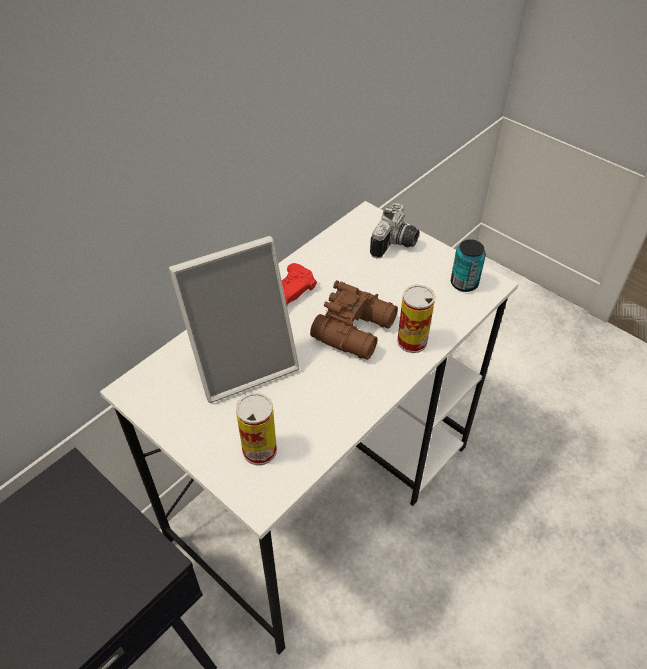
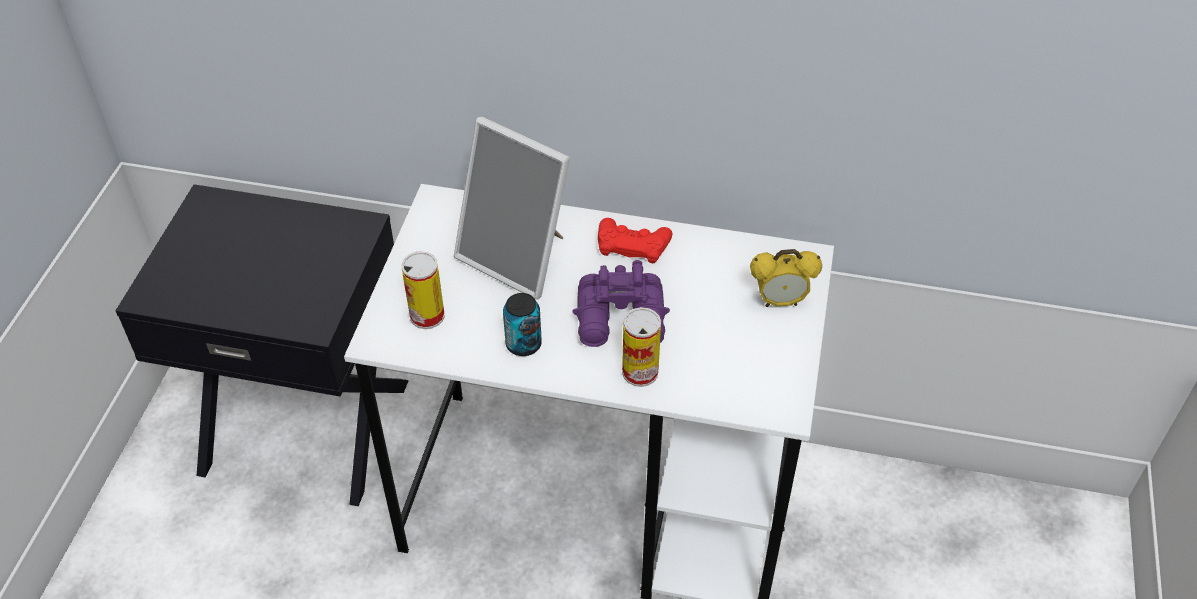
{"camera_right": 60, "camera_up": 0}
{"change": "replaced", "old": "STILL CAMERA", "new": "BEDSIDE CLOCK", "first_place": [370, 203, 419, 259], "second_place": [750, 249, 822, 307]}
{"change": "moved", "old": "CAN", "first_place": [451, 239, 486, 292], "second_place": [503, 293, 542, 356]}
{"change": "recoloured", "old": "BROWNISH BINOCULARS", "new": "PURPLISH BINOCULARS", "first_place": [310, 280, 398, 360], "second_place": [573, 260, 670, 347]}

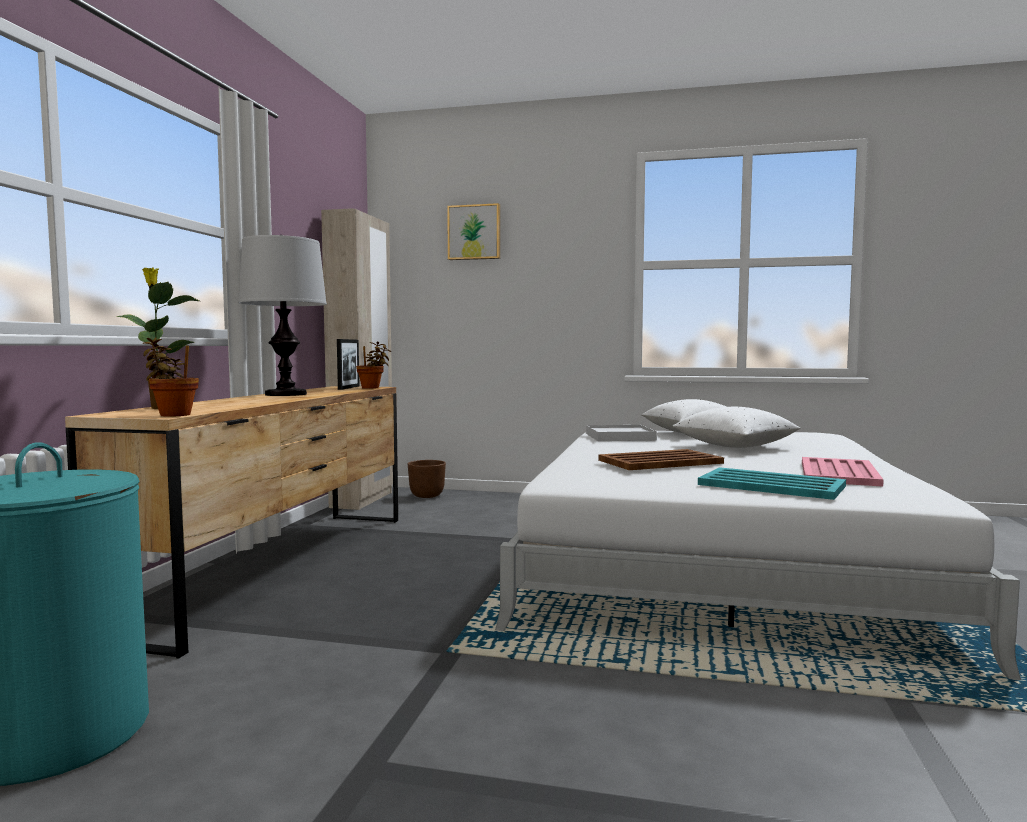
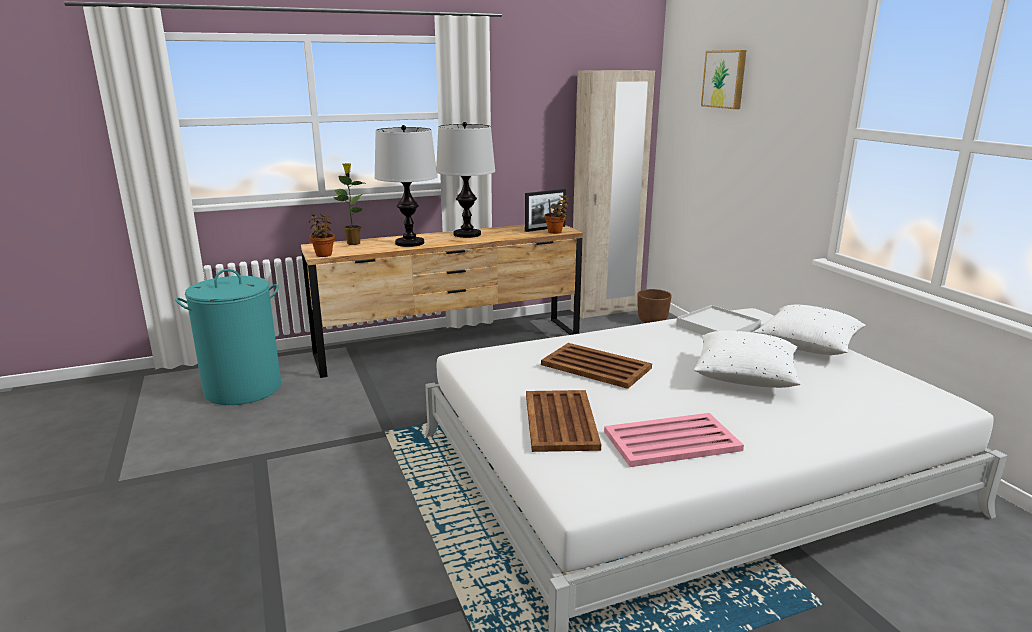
{"camera_right": 55, "camera_up": 15}
{"change": "recoloured", "old": "TURQUOISE CARRYING TRAY", "new": "BROWNISH CARRYING TRAY", "first_place": [698, 467, 846, 500], "second_place": [526, 390, 601, 452]}
{"change": "added", "new": "TABLETOP LAMP", "second_place": [374, 125, 438, 247]}

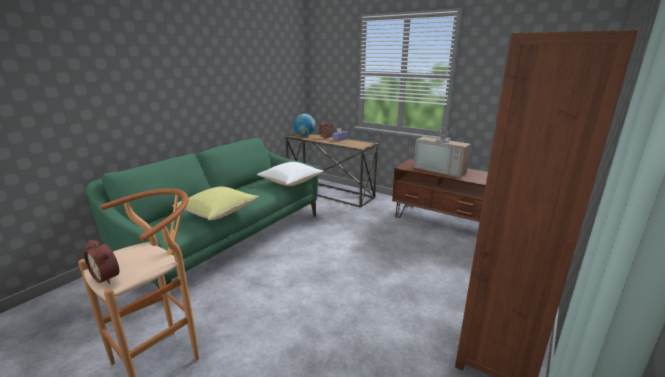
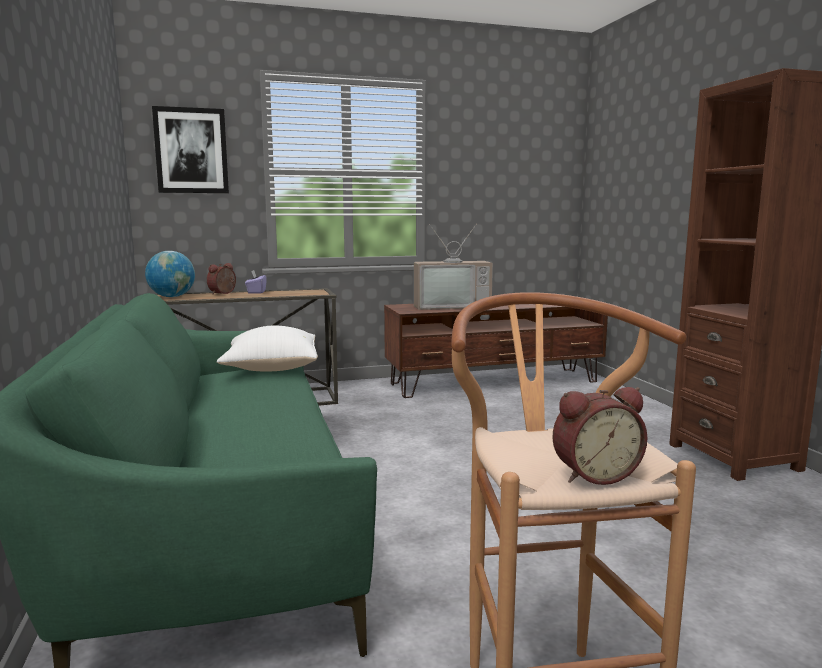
{"camera_right": -50, "camera_up": -10}
{"change": "removed", "old": "YELLOW-COLOURED THROW PILLOW", "first_place": [173, 187, 259, 220]}
{"change": "added", "new": "WALL PICTURE", "second_place": [152, 106, 229, 193]}

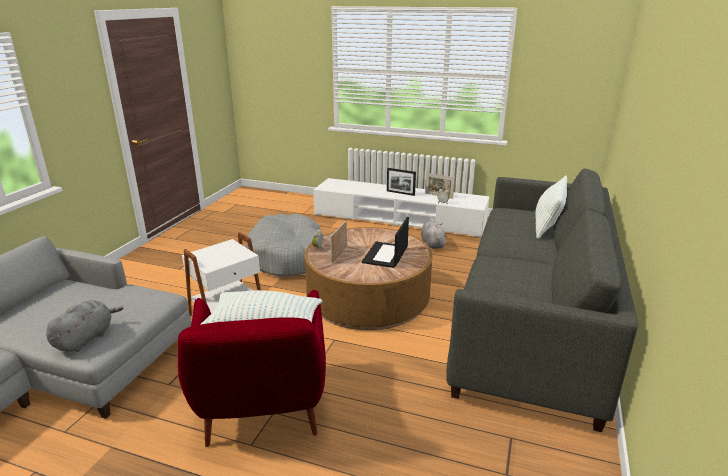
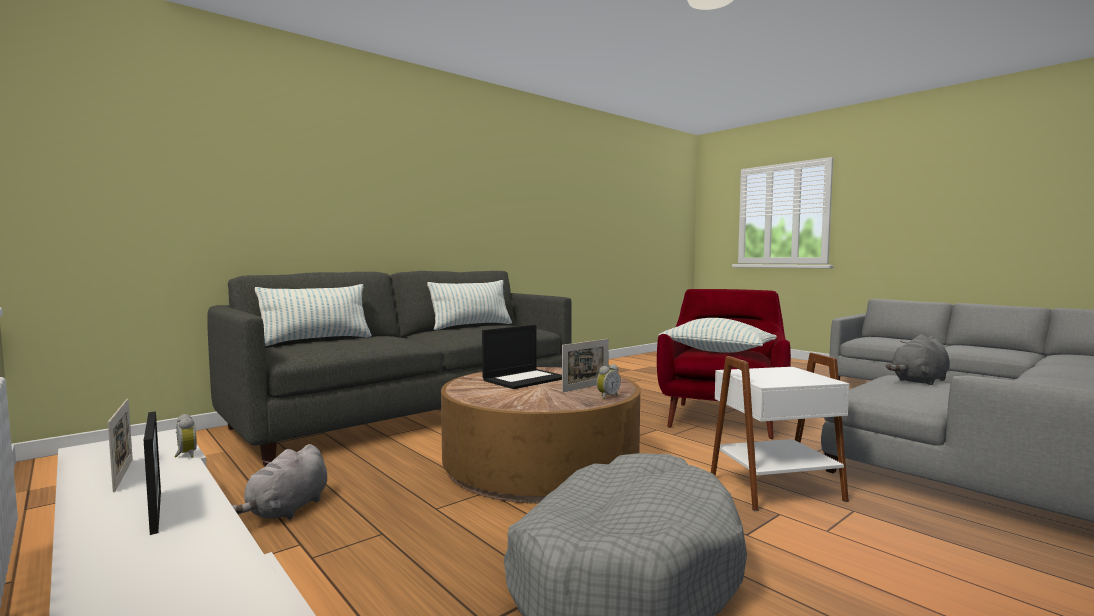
{"camera_right": -150, "camera_up": -20}
{"change": "added", "new": "THROW PILLOW", "second_place": [427, 280, 512, 330]}

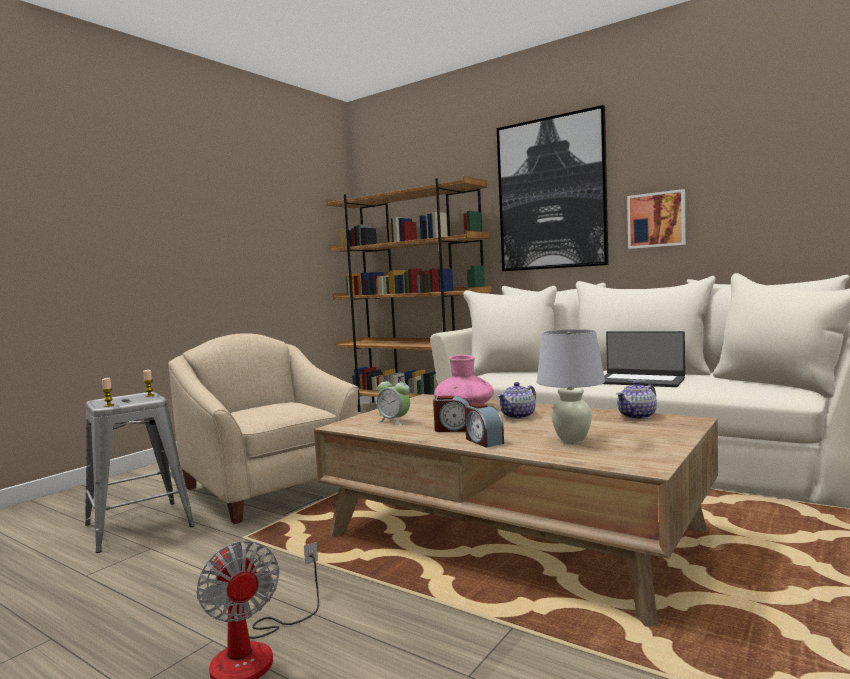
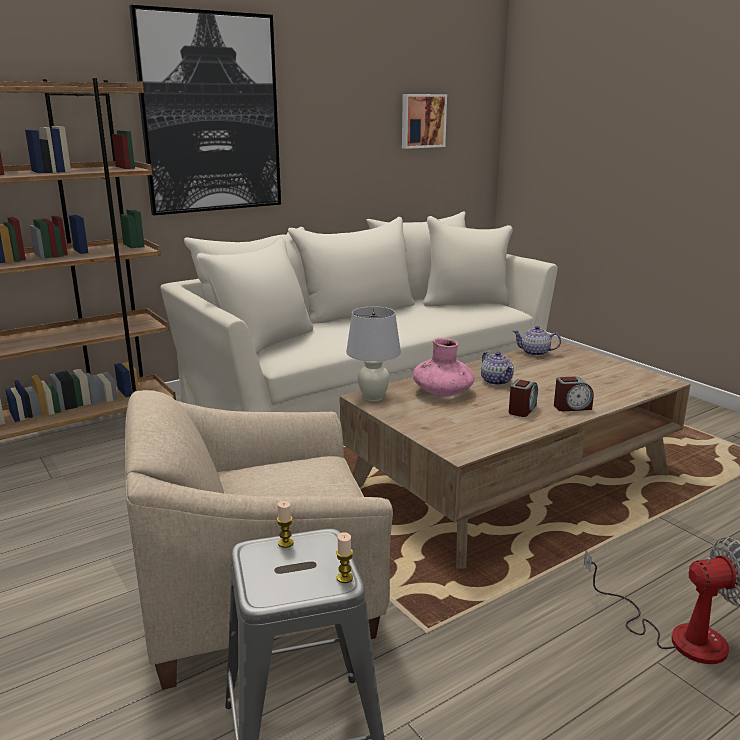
{"camera_right": -70, "camera_up": 15}
{"change": "moved", "old": "WALL PICTURE", "first_place": [627, 189, 686, 249], "second_place": [402, 94, 447, 149]}
{"change": "moved", "old": "WHITE-COLOURED TABLETOP LAMP", "first_place": [537, 329, 605, 444], "second_place": [346, 306, 401, 402]}
{"change": "removed", "old": "NOTEBOOK COMPUTER", "first_place": [603, 331, 685, 387]}
{"change": "removed", "old": "BEDSIDE CLOCK", "first_place": [377, 376, 410, 425]}
{"change": "turned", "old": "TEAPOT", "first_place": [616, 381, 657, 419], "second_place": [513, 326, 561, 356], "degrees": 120}

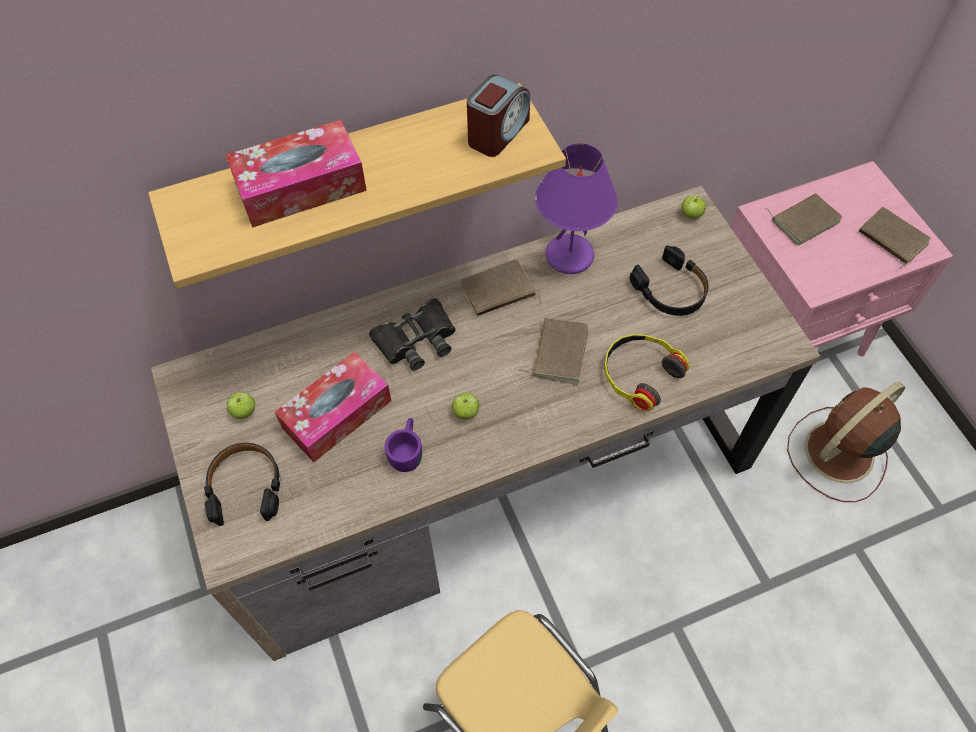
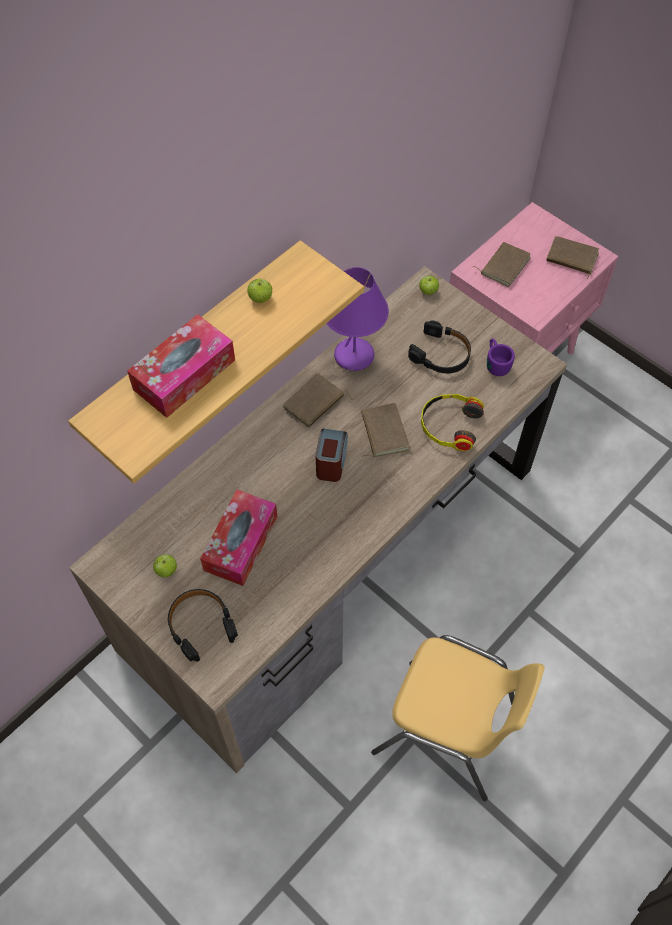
{"camera_right": -25, "camera_up": 0}
{"change": "moved", "old": "BEDSIDE CLOCK", "first_place": [467, 75, 530, 157], "second_place": [316, 429, 348, 482]}
{"change": "removed", "old": "BLACK BINOCULARS", "first_place": [369, 298, 456, 371]}
{"change": "removed", "old": "BROWNISH COOLING FAN", "first_place": [787, 381, 905, 502]}
{"change": "moved", "old": "APPLE FRUIT", "first_place": [452, 393, 479, 420], "second_place": [247, 279, 272, 303]}
{"change": "moved", "old": "PURPLISH COFFEE MUG", "first_place": [385, 418, 422, 472], "second_place": [487, 338, 515, 376]}

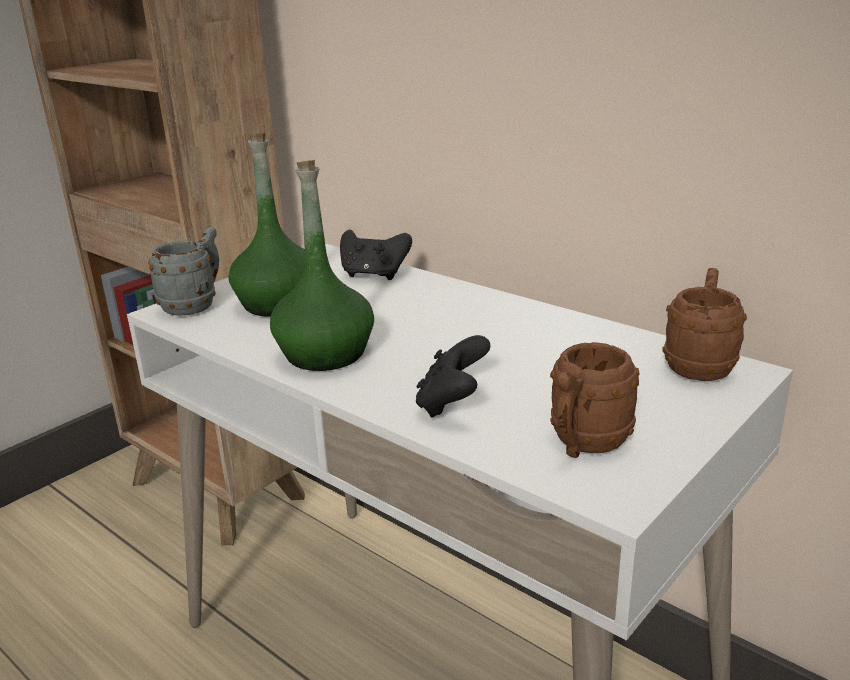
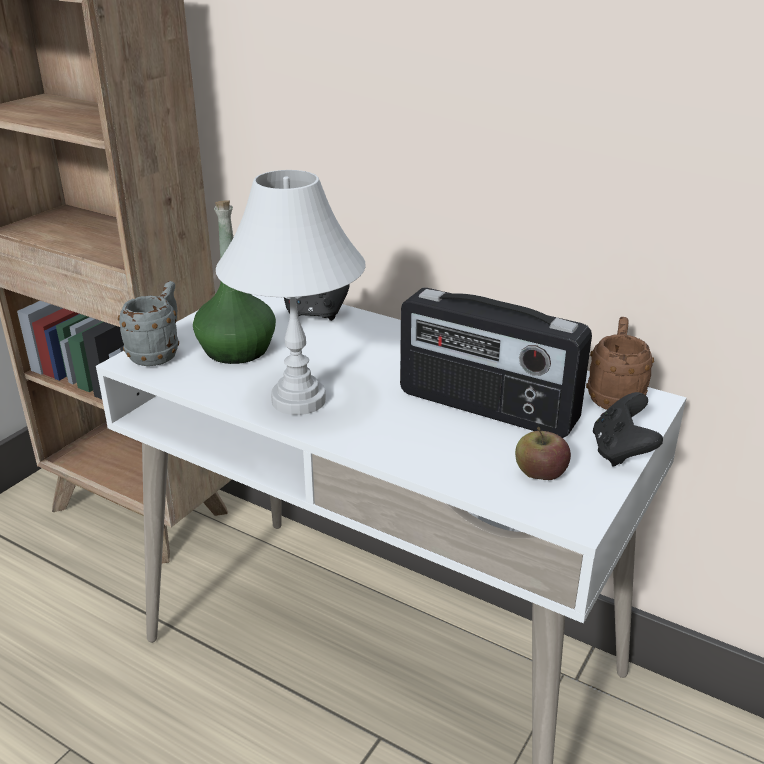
{"camera_right": -10, "camera_up": 5}
{"change": "replaced", "old": "GREEN DRINK BOTTLE", "new": "WHITE-COLOURED TABLETOP LAMP", "first_place": [270, 160, 374, 371], "second_place": [216, 170, 366, 415]}
{"change": "moved", "old": "BLACK JOYPAD", "first_place": [416, 335, 491, 418], "second_place": [593, 392, 663, 467]}
{"change": "replaced", "old": "BROWNISH COFFEE MUG", "new": "APPLE FRUIT", "first_place": [550, 342, 639, 458], "second_place": [515, 427, 571, 480]}
{"change": "added", "new": "RADIO RECEIVER", "second_place": [400, 288, 592, 438]}

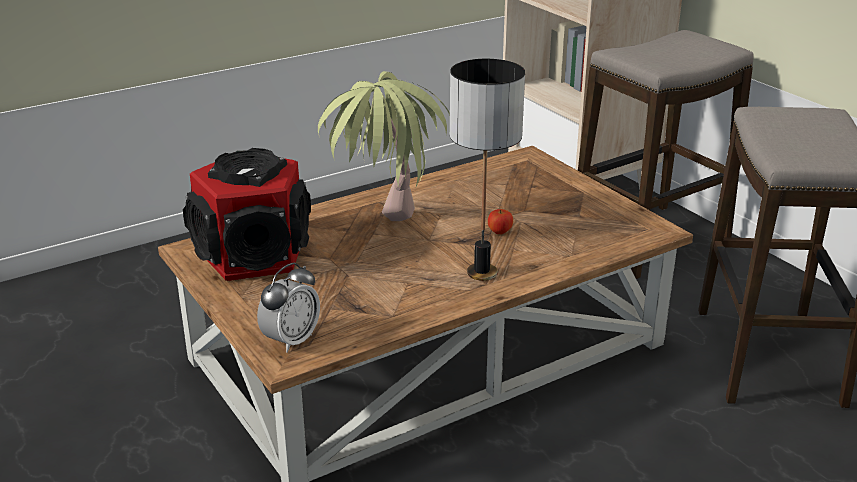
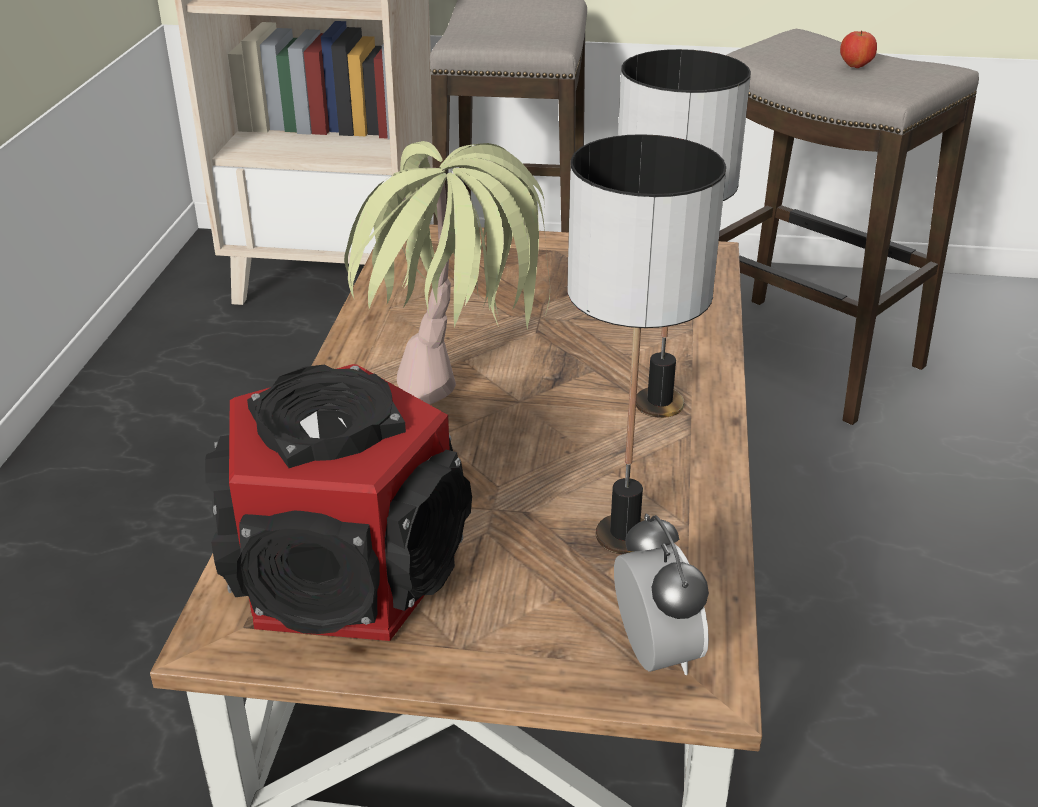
{"camera_right": -50, "camera_up": 5}
{"change": "moved", "old": "APPLE FRUIT", "first_place": [488, 209, 513, 234], "second_place": [840, 30, 877, 68]}
{"change": "added", "new": "TABLETOP LAMP", "second_place": [567, 134, 726, 554]}

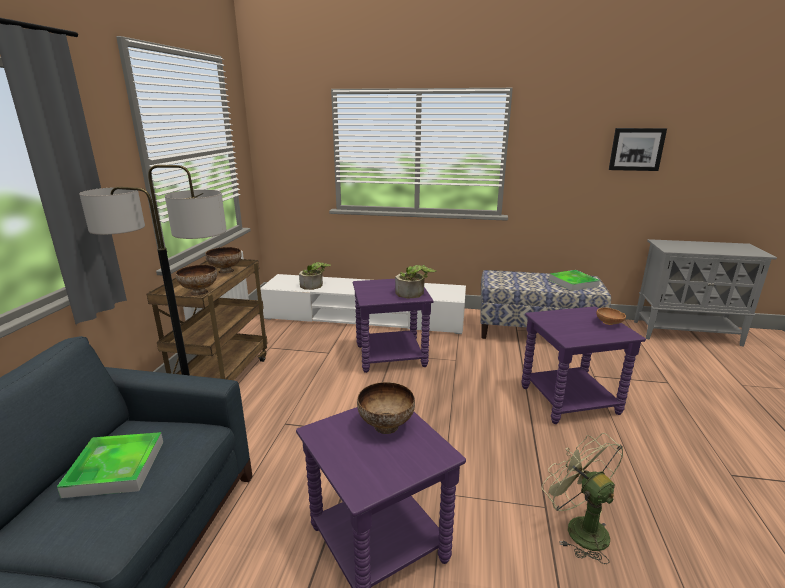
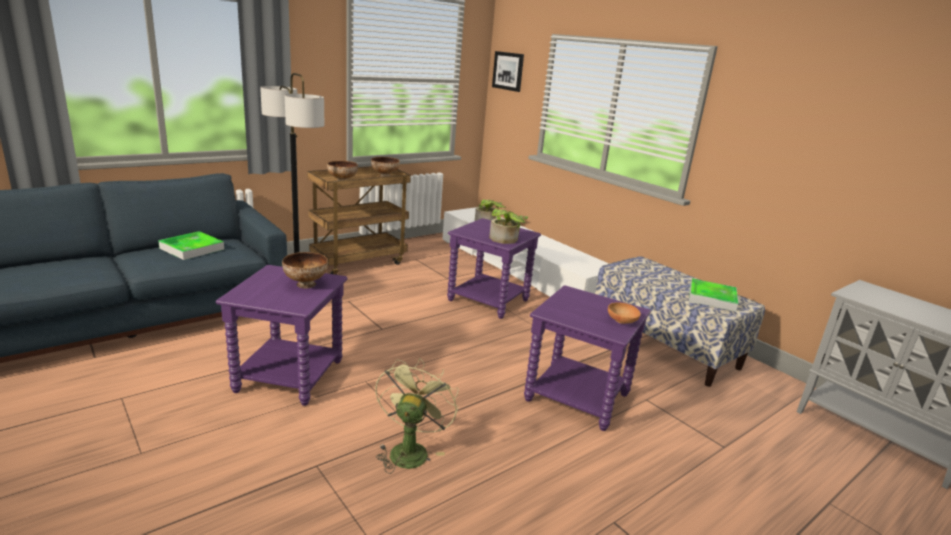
{"camera_right": 40, "camera_up": 0}
{"change": "moved", "old": "WALL PICTURE", "first_place": [609, 128, 667, 171], "second_place": [492, 51, 524, 92]}

